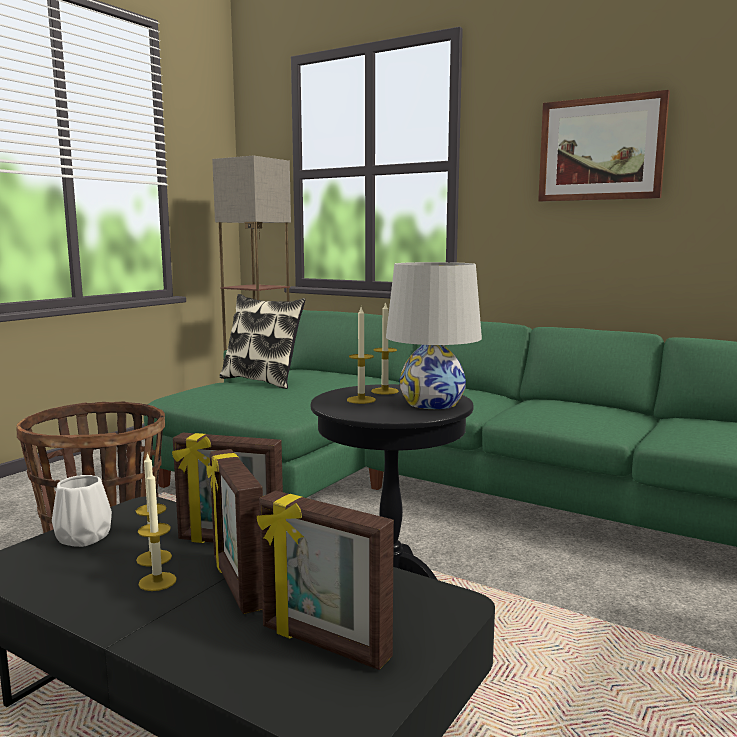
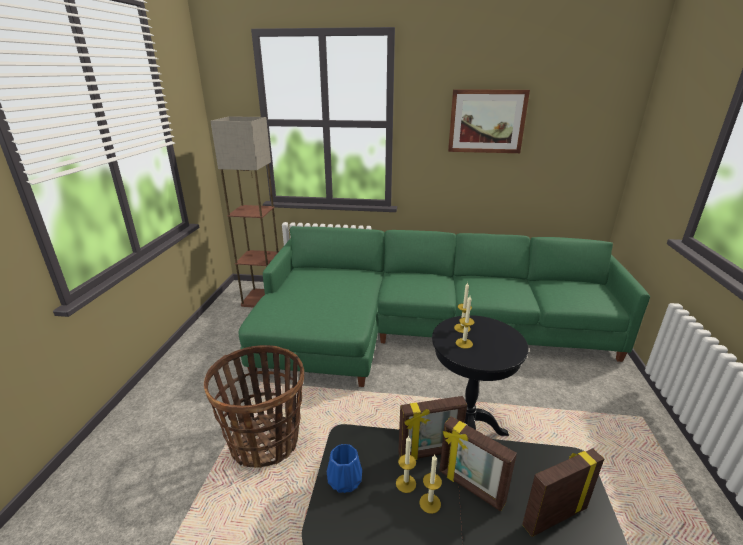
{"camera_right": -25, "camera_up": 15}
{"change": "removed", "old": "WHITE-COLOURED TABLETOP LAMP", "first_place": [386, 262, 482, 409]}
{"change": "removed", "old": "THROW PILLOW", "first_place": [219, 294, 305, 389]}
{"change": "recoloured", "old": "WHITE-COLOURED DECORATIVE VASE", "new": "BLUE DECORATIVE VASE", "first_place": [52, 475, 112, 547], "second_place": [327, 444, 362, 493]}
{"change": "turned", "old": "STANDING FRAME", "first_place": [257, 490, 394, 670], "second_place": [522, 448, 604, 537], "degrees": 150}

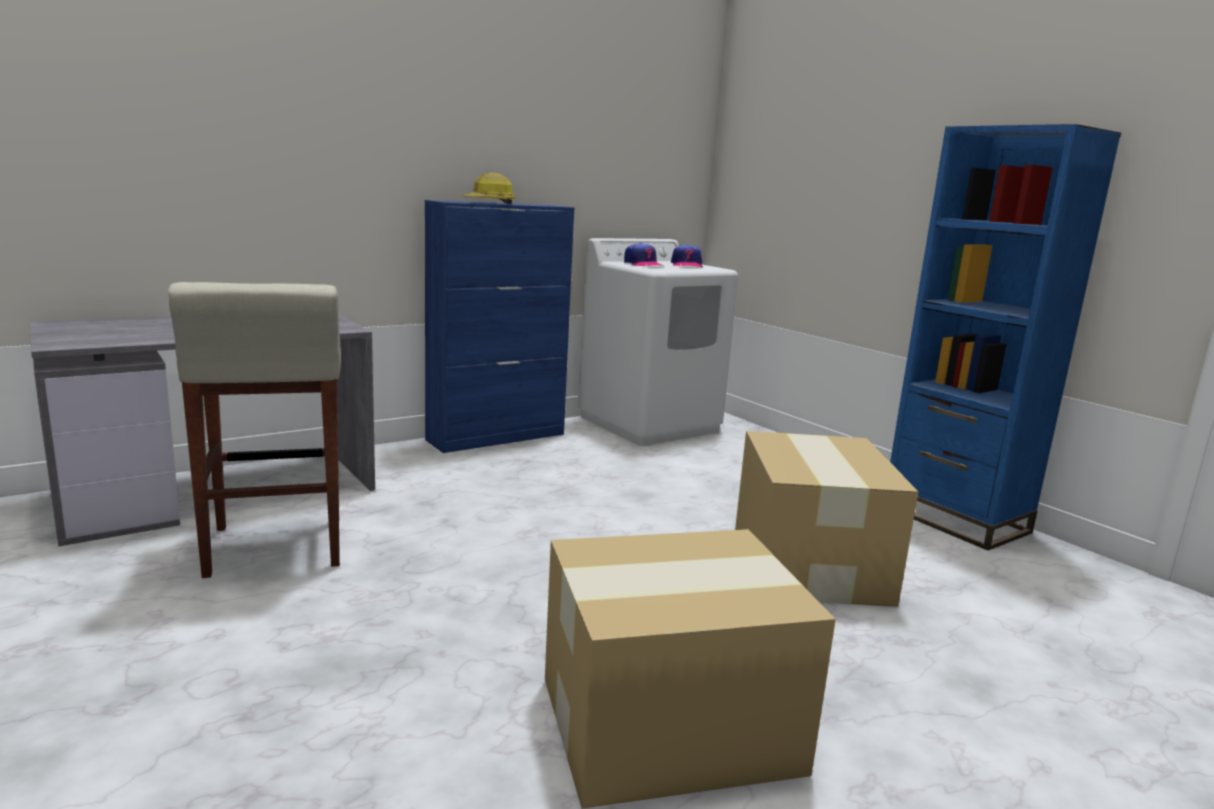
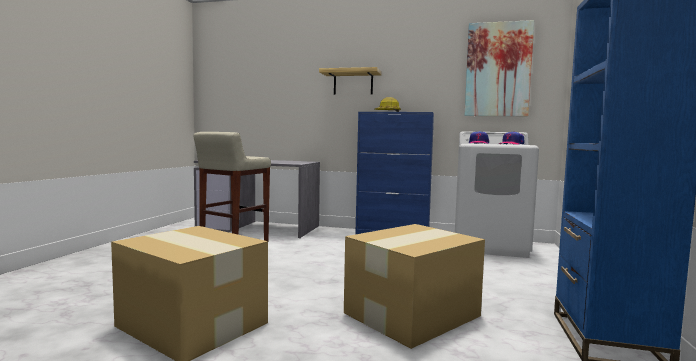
{"camera_right": 50, "camera_up": -10}
{"change": "added", "new": "WALL PICTURE", "second_place": [464, 20, 534, 116]}
{"change": "added", "new": "SHELF", "second_place": [319, 67, 382, 95]}

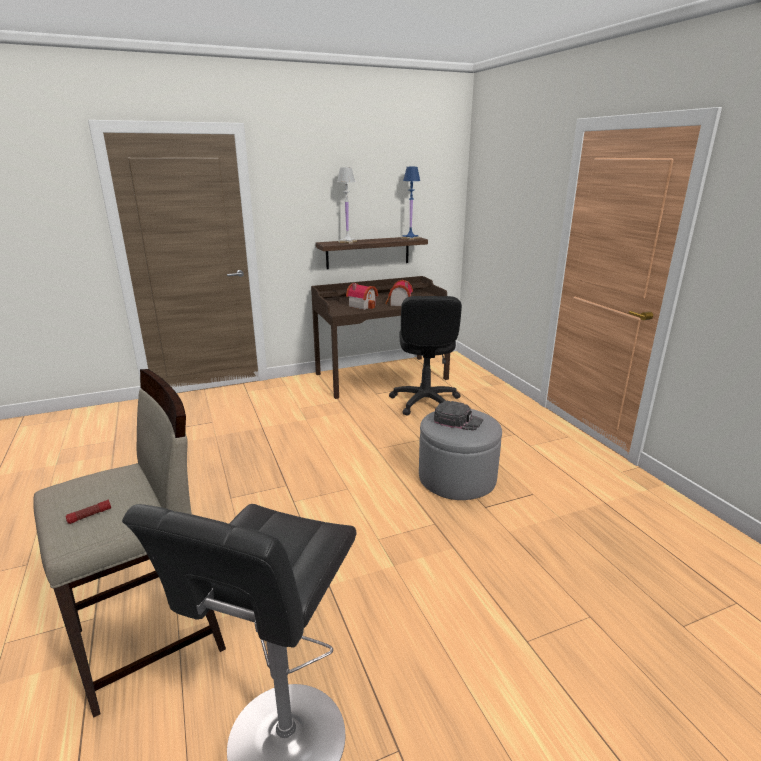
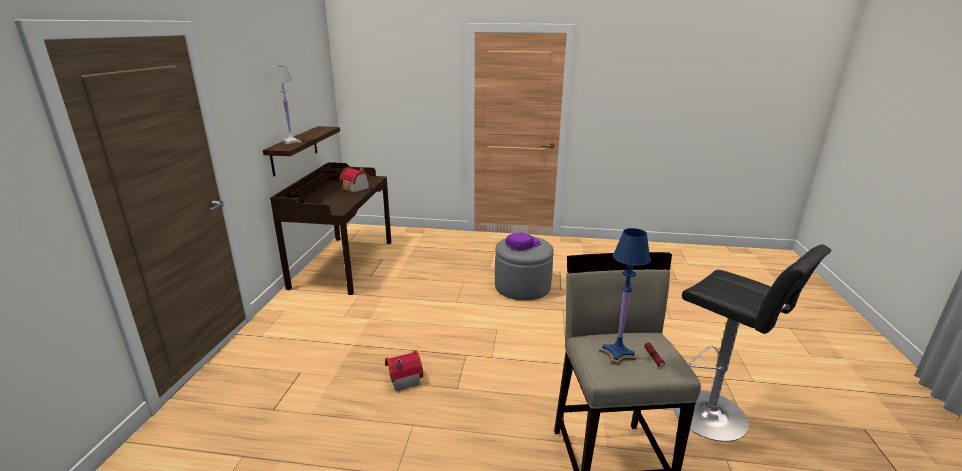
{"camera_right": -60, "camera_up": 0}
{"change": "moved", "old": "BLUE TABLETOP LAMP", "first_place": [401, 167, 421, 240], "second_place": [599, 228, 651, 365]}
{"change": "moved", "old": "TOY HOUSE", "first_place": [346, 283, 378, 310], "second_place": [385, 351, 423, 391]}
{"change": "removed", "old": "BLACK OFFICE CHAIR", "first_place": [389, 296, 462, 416]}
{"change": "recoloured", "old": "BLACK BASEBALL CAP", "new": "PURPLISH BASEBALL CAP", "first_place": [434, 401, 483, 431], "second_place": [506, 232, 541, 252]}

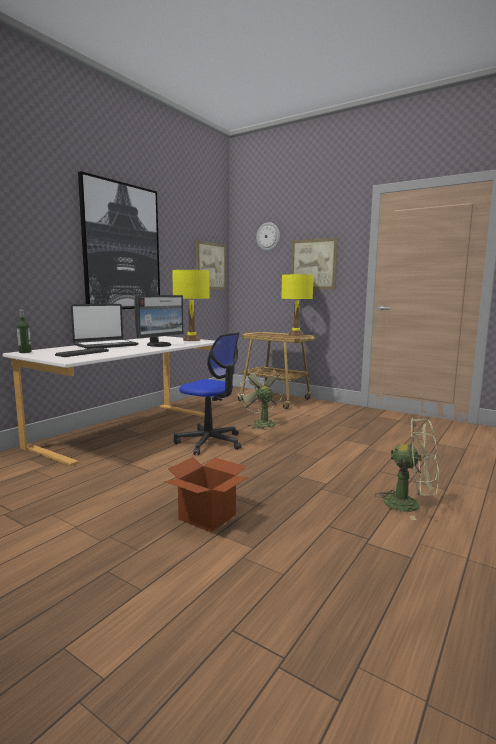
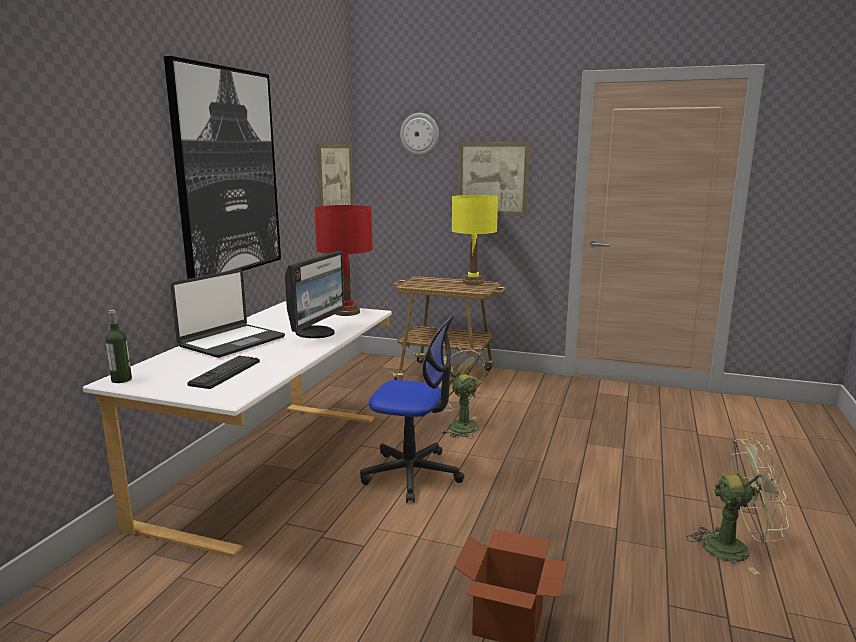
{"camera_right": -15, "camera_up": 5}
{"change": "recoloured", "old": "YELLOW-COLOURED TABLETOP LAMP", "new": "REDDISH TABLETOP LAMP", "first_place": [172, 270, 210, 341], "second_place": [314, 205, 373, 316]}

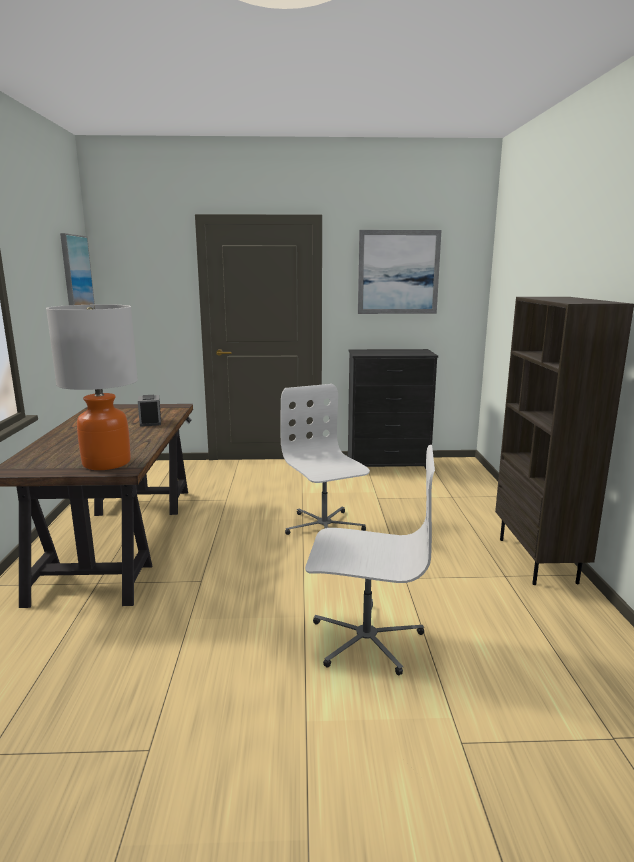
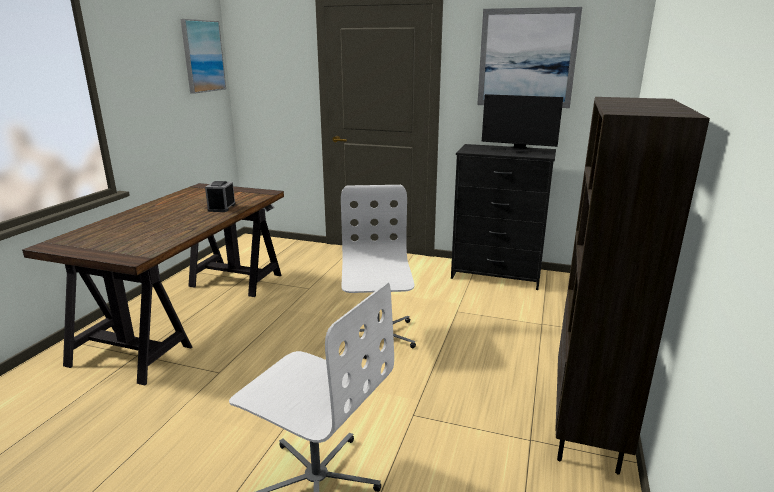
{"camera_right": 20, "camera_up": 5}
{"change": "removed", "old": "TABLETOP LAMP", "first_place": [46, 304, 138, 470]}
{"change": "added", "new": "COMPUTER DISPLAY", "second_place": [482, 94, 563, 153]}

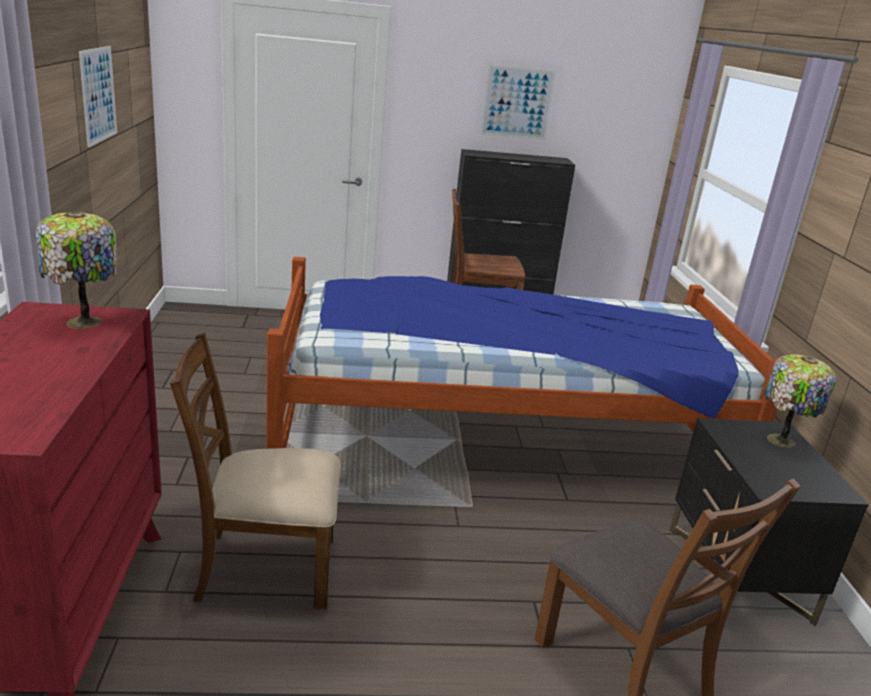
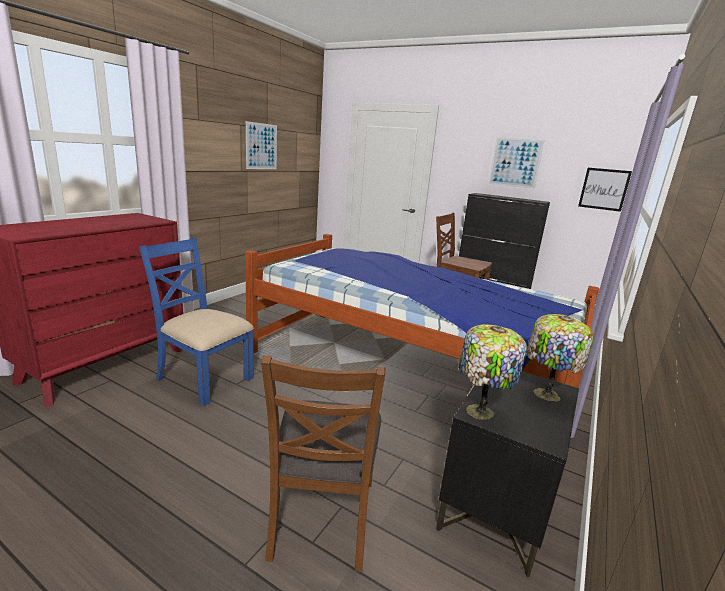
{"camera_right": 35, "camera_up": -5}
{"change": "moved", "old": "TABLETOP LAMP", "first_place": [36, 211, 117, 329], "second_place": [458, 324, 527, 420]}
{"change": "recoloured", "old": "BROWNISH PLAIN CHAIR", "new": "BLUE PLAIN CHAIR", "first_place": [170, 333, 341, 609], "second_place": [139, 237, 254, 406]}
{"change": "added", "new": "WALL PICTURE", "second_place": [578, 168, 632, 212]}

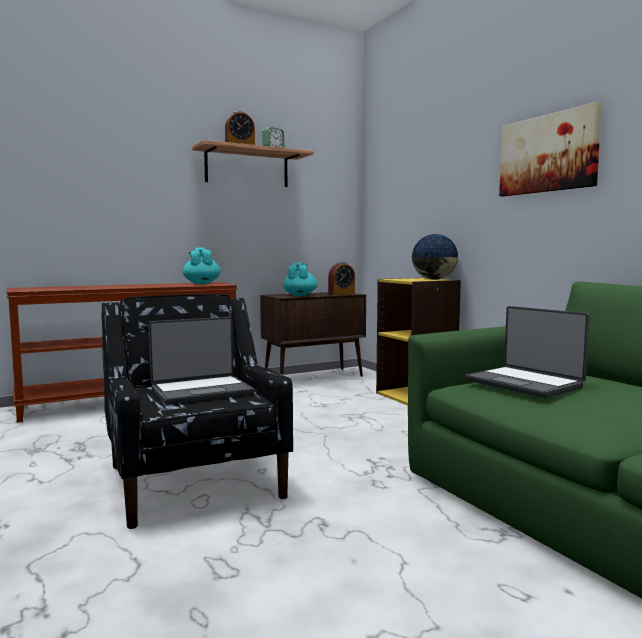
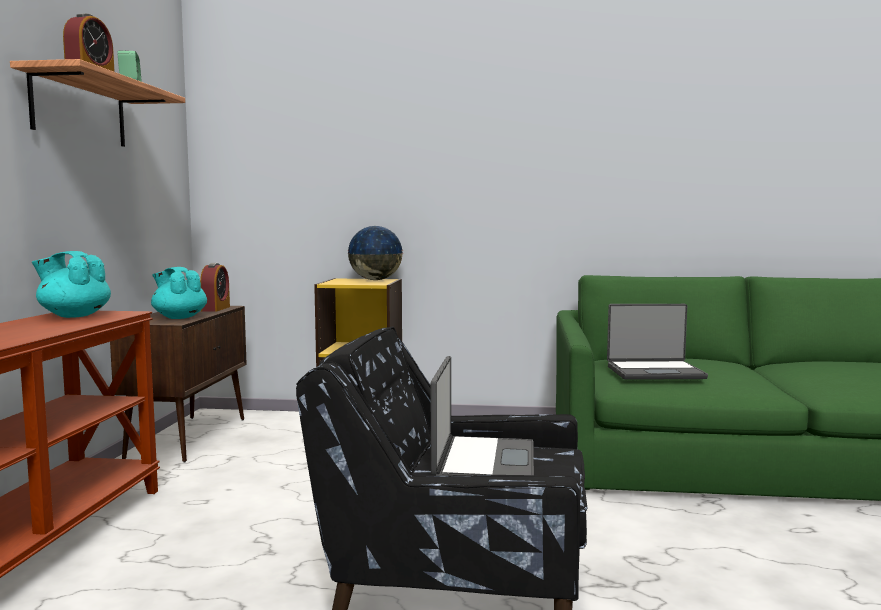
{"camera_right": -55, "camera_up": 0}
{"change": "removed", "old": "WALL PICTURE", "first_place": [499, 102, 602, 197]}

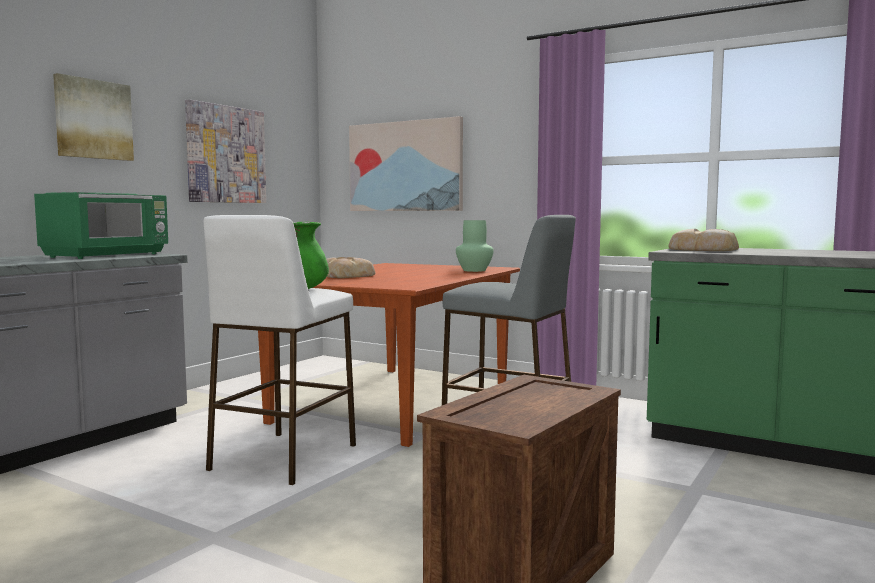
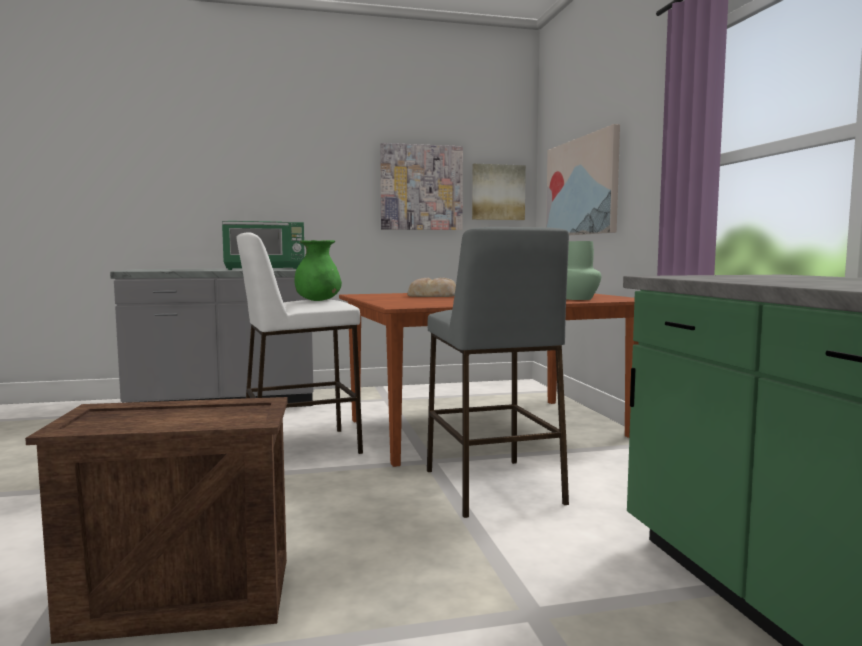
{"camera_right": 45, "camera_up": 0}
{"change": "moved", "old": "WALL PICTURE", "first_place": [53, 73, 134, 161], "second_place": [472, 164, 526, 220]}
{"change": "removed", "old": "BAKERY BREAD", "first_place": [668, 229, 739, 251]}

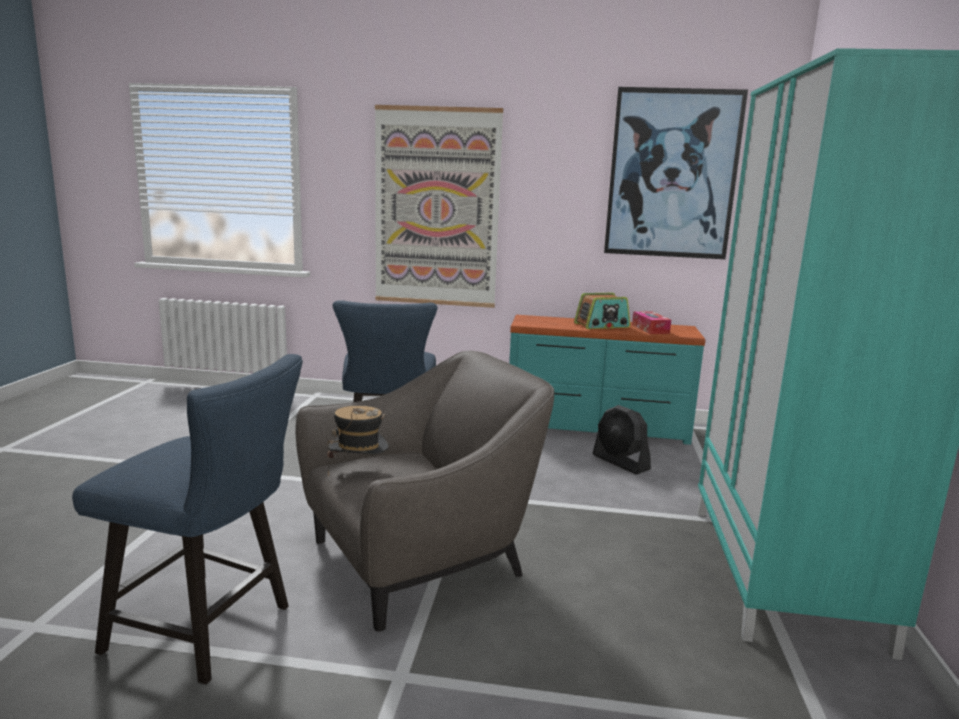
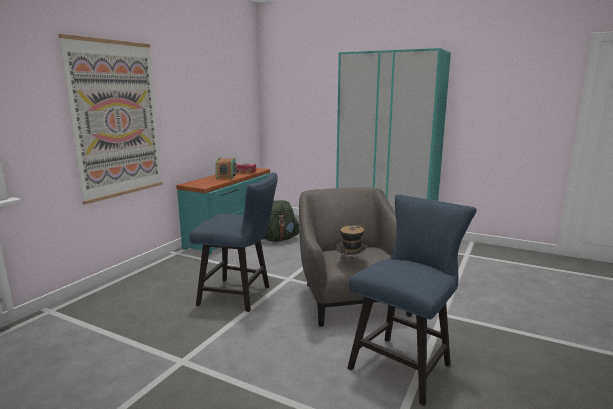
{"camera_right": -70, "camera_up": 0}
{"change": "removed", "old": "WALL PICTURE", "first_place": [604, 87, 748, 259]}
{"change": "replaced", "old": "BLACK COOLING FAN", "new": "GREEN RUCKSACK", "first_place": [593, 405, 651, 474], "second_place": [263, 200, 299, 242]}

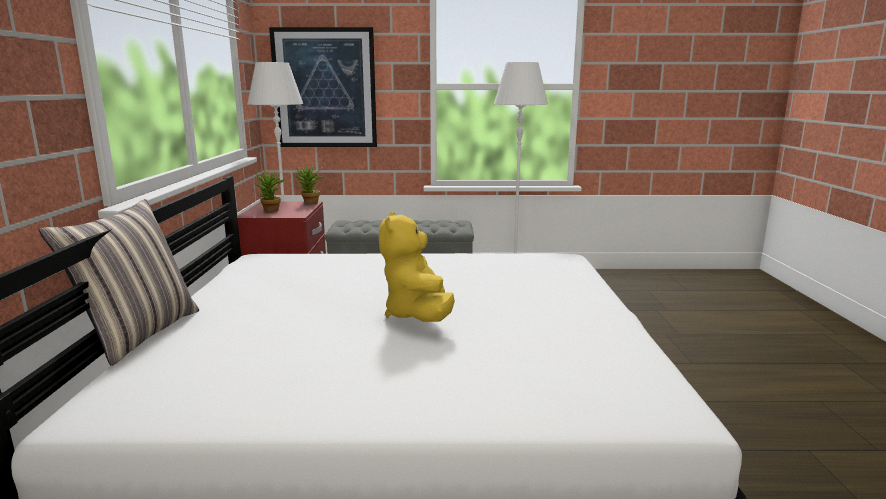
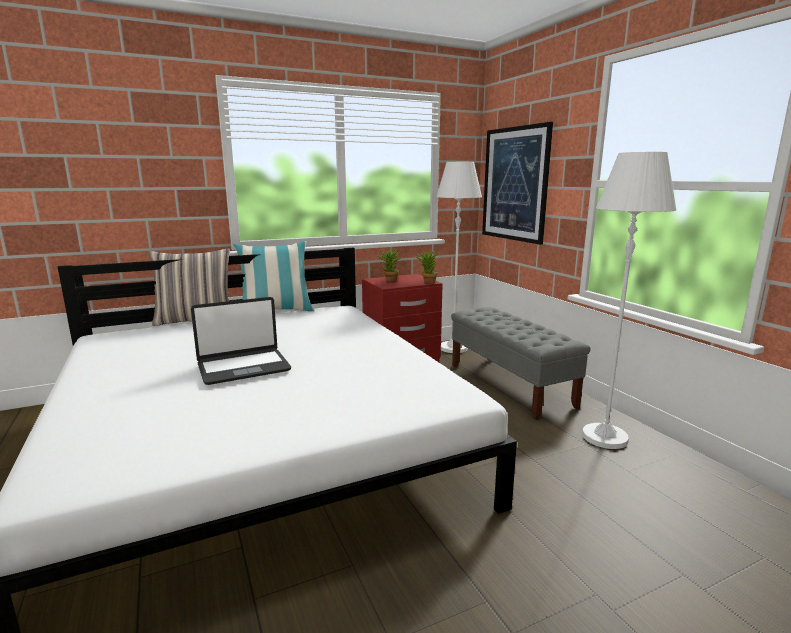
{"camera_right": 65, "camera_up": 0}
{"change": "replaced", "old": "YELLOW-COLOURED SOFT TOY", "new": "NOTEBOOK COMPUTER", "first_place": [379, 211, 455, 322], "second_place": [191, 297, 291, 385]}
{"change": "added", "new": "THROW PILLOW", "second_place": [233, 241, 315, 311]}

